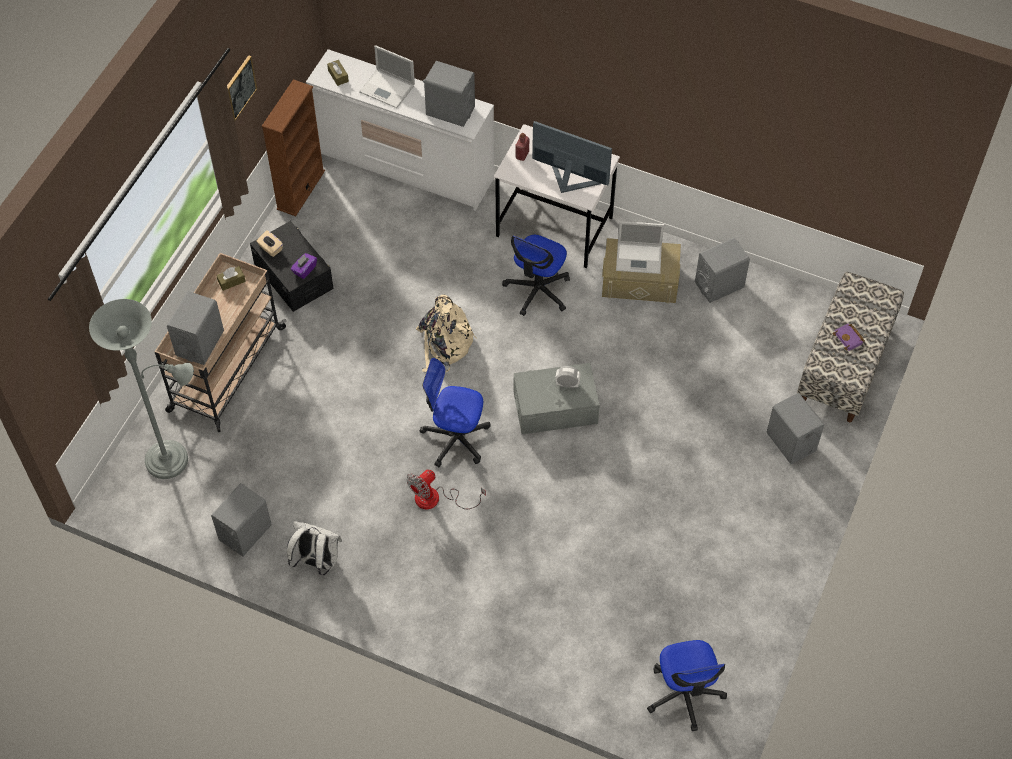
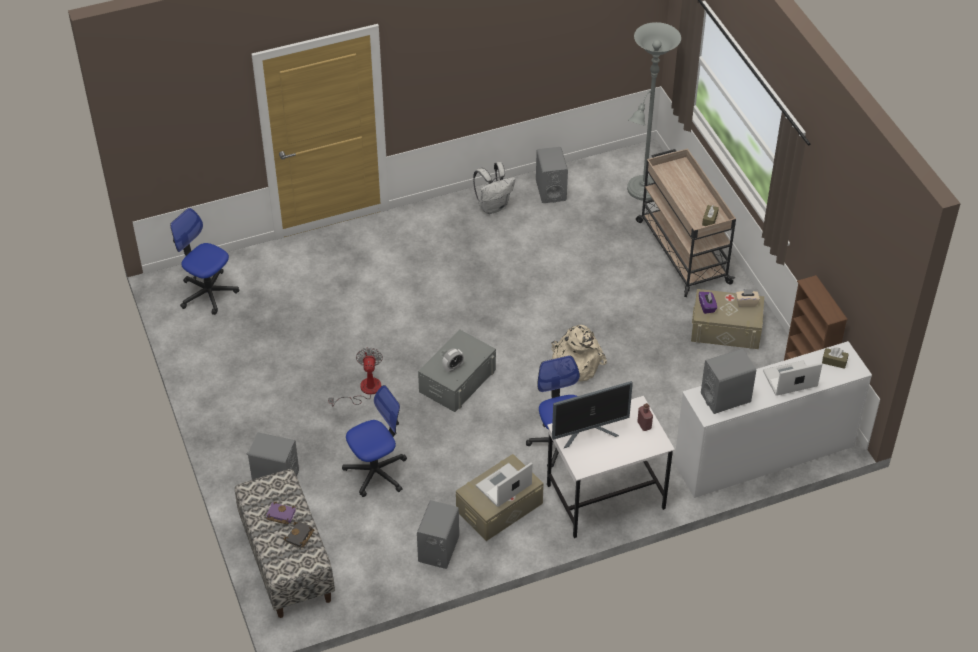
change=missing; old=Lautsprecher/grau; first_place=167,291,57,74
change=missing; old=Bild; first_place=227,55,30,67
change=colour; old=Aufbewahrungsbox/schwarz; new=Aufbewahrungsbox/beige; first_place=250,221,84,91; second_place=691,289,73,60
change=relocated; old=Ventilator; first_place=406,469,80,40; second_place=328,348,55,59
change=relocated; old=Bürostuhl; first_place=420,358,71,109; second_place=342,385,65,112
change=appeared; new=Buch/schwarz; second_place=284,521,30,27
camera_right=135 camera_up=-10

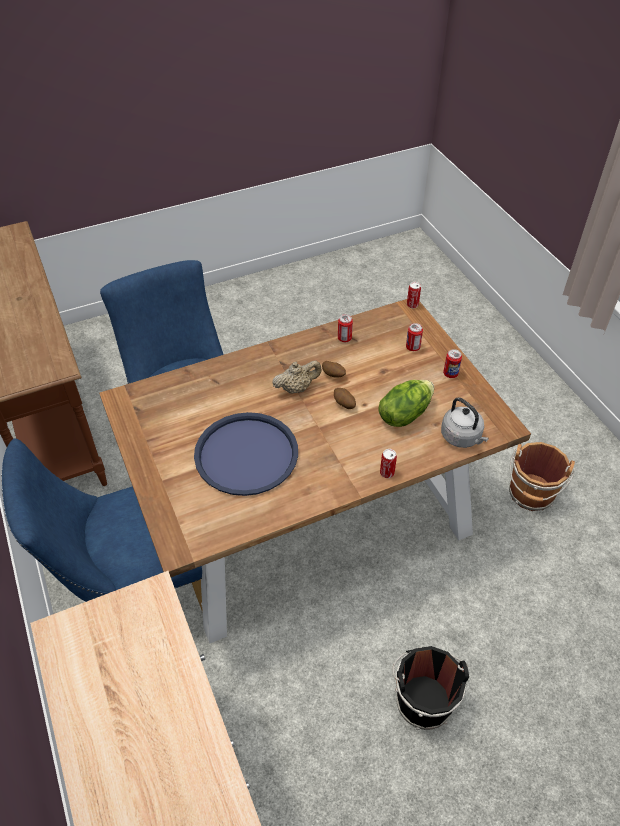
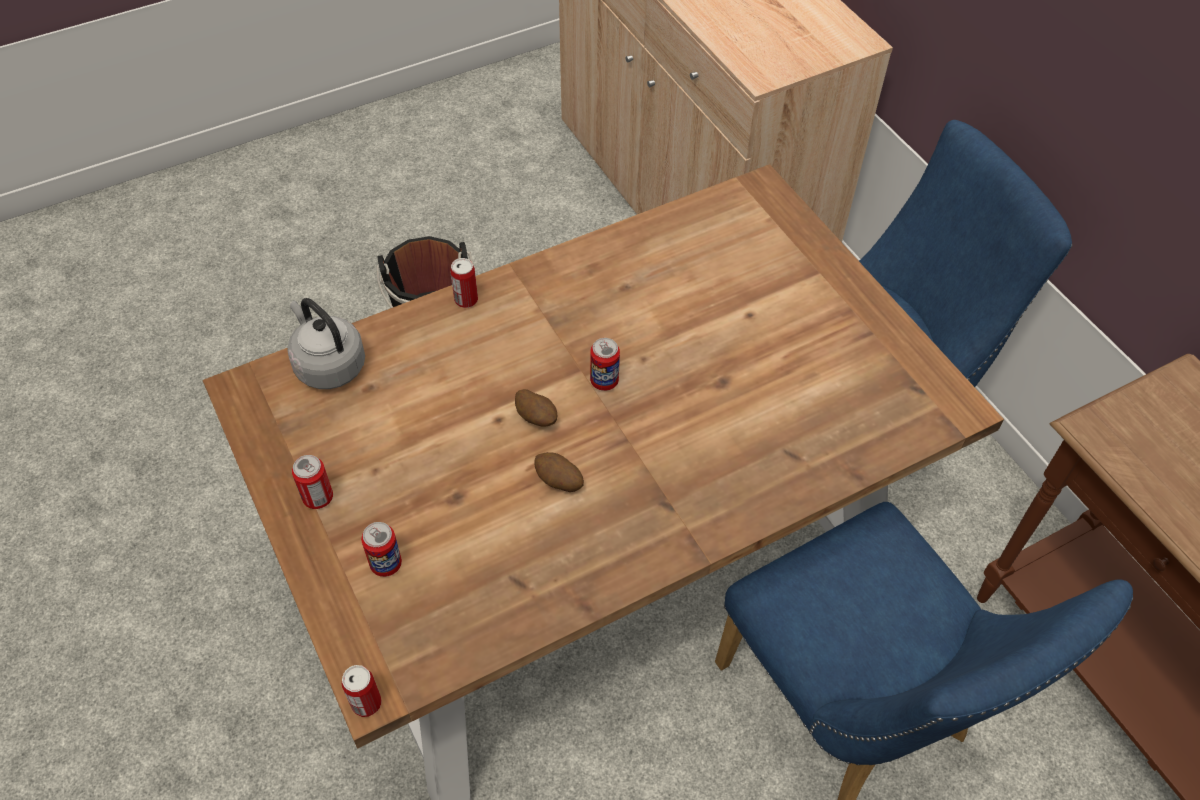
change=missing; old=Tablett/blau; first_place=194,412,104,84
change=missing; old=Teekanne/beige; first_place=272,361,49,33
change=relocated; old=Dose; first_place=338,314,15,28; second_place=590,338,30,53
change=missing; old=Salatkopf; first_place=378,380,56,47
change=missing; old=Eimer/braun; first_place=509,442,66,69
camera_right=175 camera_up=5

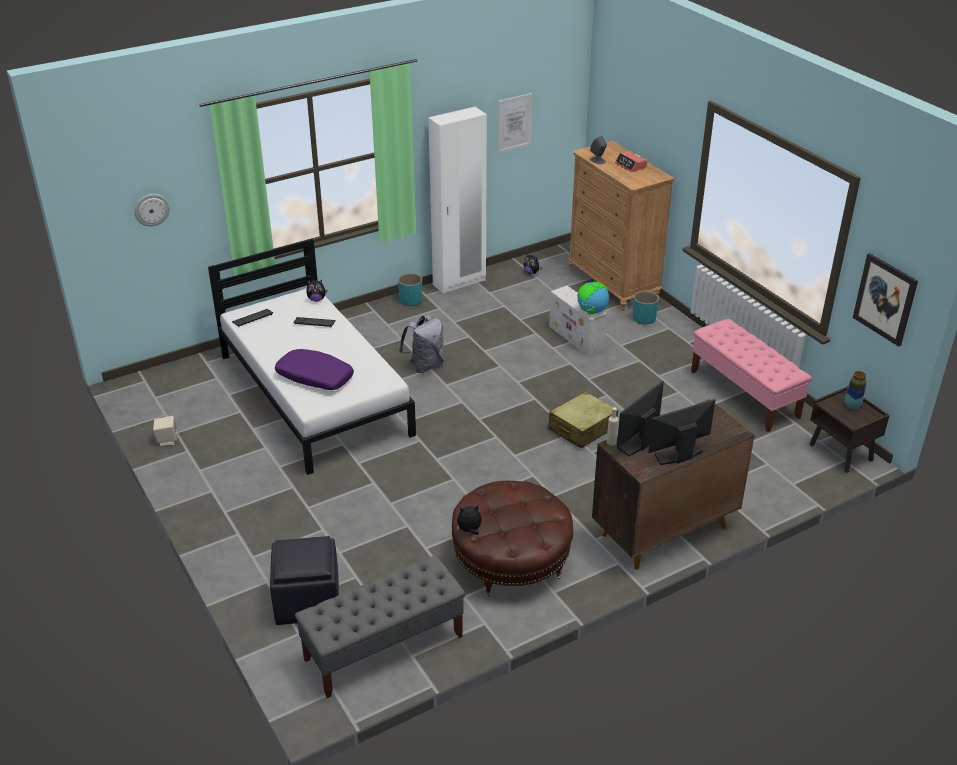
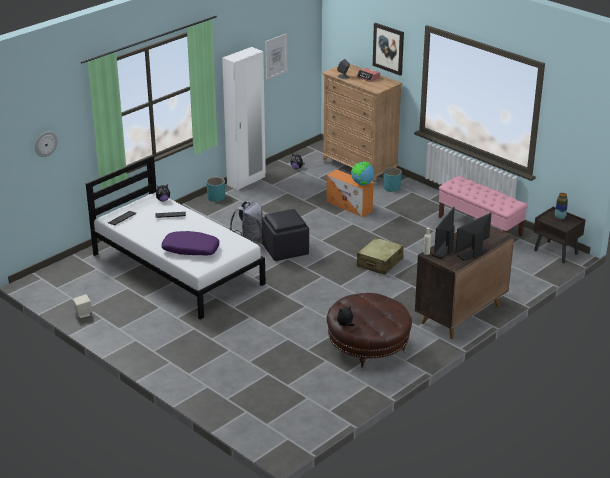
change=relocated; old=Polsterhocker/schwarz; first_place=270,536,69,89; second_place=262,209,47,52
change=missing; old=Bank/grau; first_place=295,556,170,142
change=colour; old=Aufbewahrungsbox/weiß; new=Aufbewahrungsbox/orange; first_place=549,286,58,70; second_place=327,169,47,48
change=relocated; old=Bild; first_place=853,253,65,94; second_place=373,23,31,53
camera_right=-15 camera_up=-5

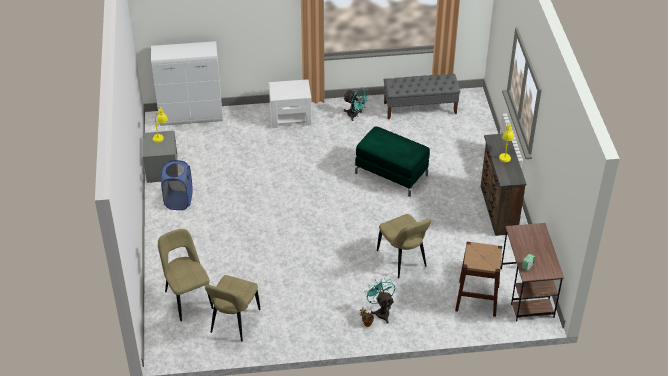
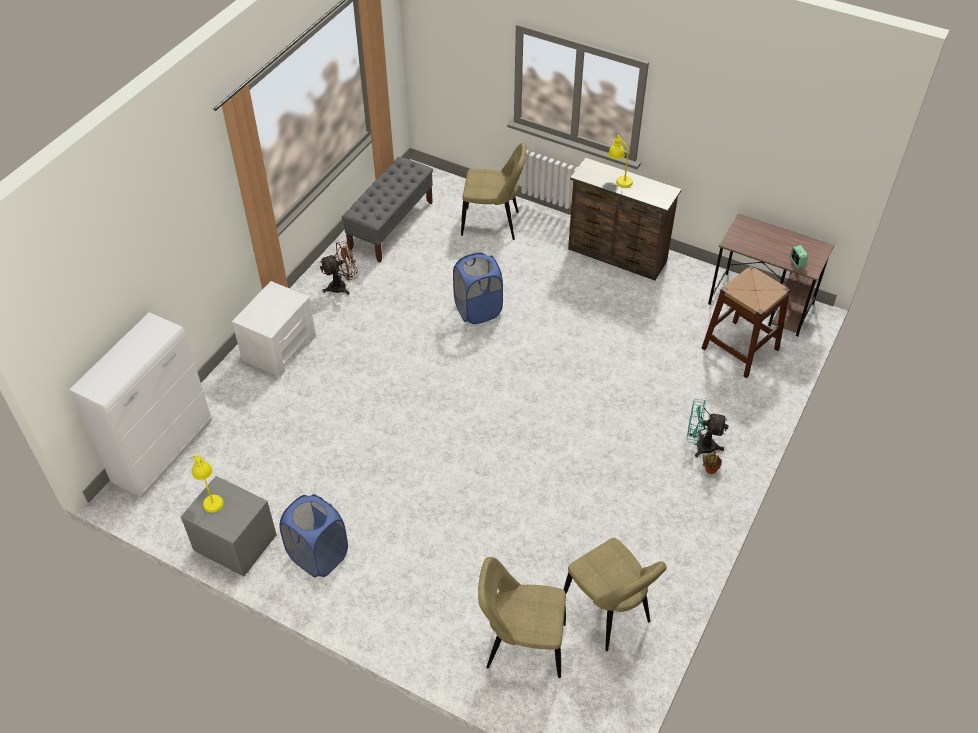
change=colour; old=Ventilator/türkis; new=Ventilator/braun; first_place=343,87,25,34; second_place=320,241,38,54
change=exchanged; old=Polsterhocker/grün; new=Wäschekorb/blau; first_place=355,126,75,71; second_place=453,253,50,71
change=relocated; old=Stuhl/beige; first_place=377,214,54,64; second_place=461,143,66,97
camera_right=-55 camera_up=5

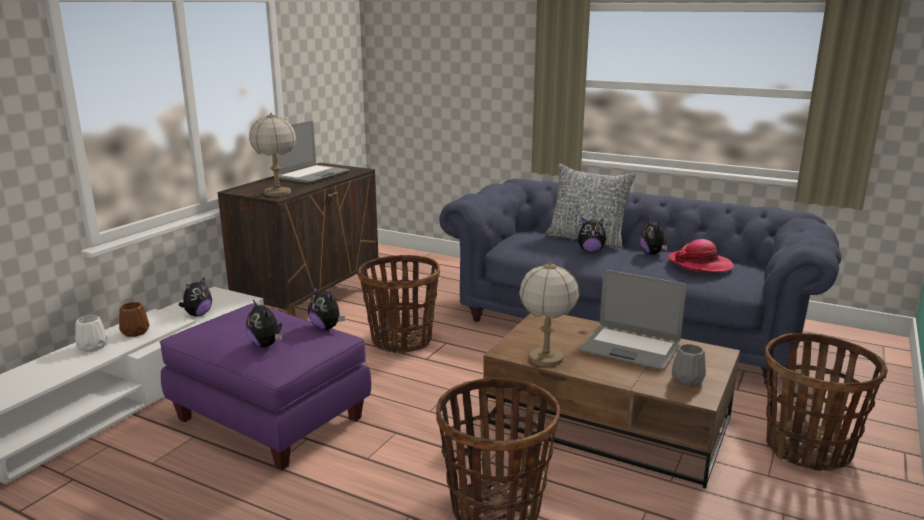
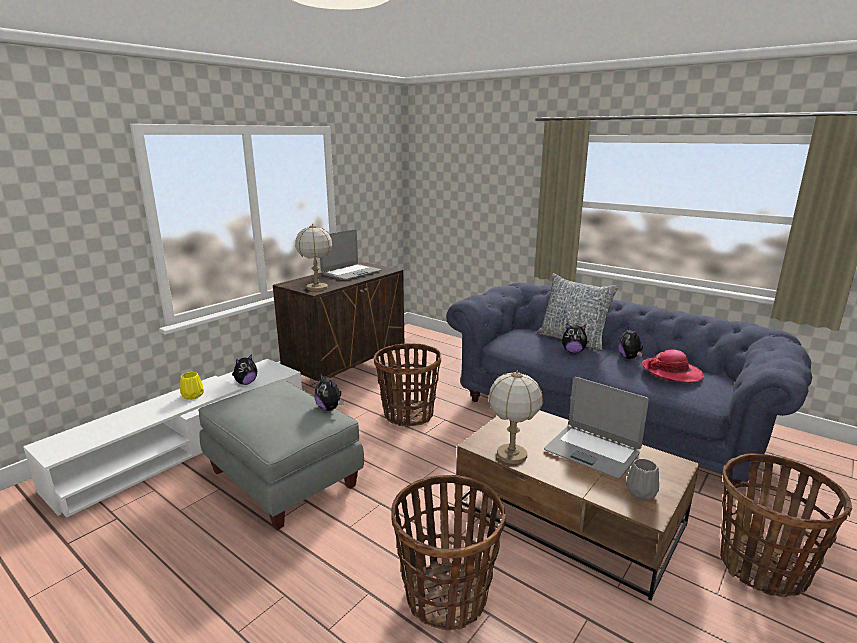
change=missing; old=Vase/weiß; first_place=75,315,32,37
change=colour; old=Vase/braun; new=Vase/gelb; first_place=119,302,30,35; second_place=180,372,24,28
change=colour; old=Polsterhocker/lila; new=Polsterhocker/grau; first_place=160,303,211,167; second_place=198,379,166,151
change=missing; old=Plüschtier; first_place=246,300,36,48
camera_right=10 camera_up=0

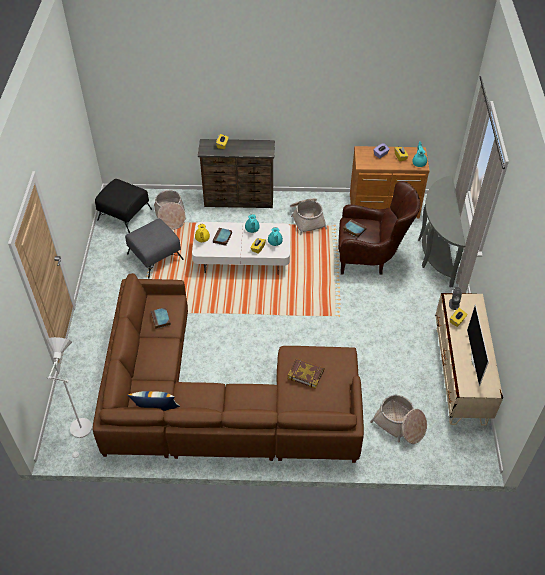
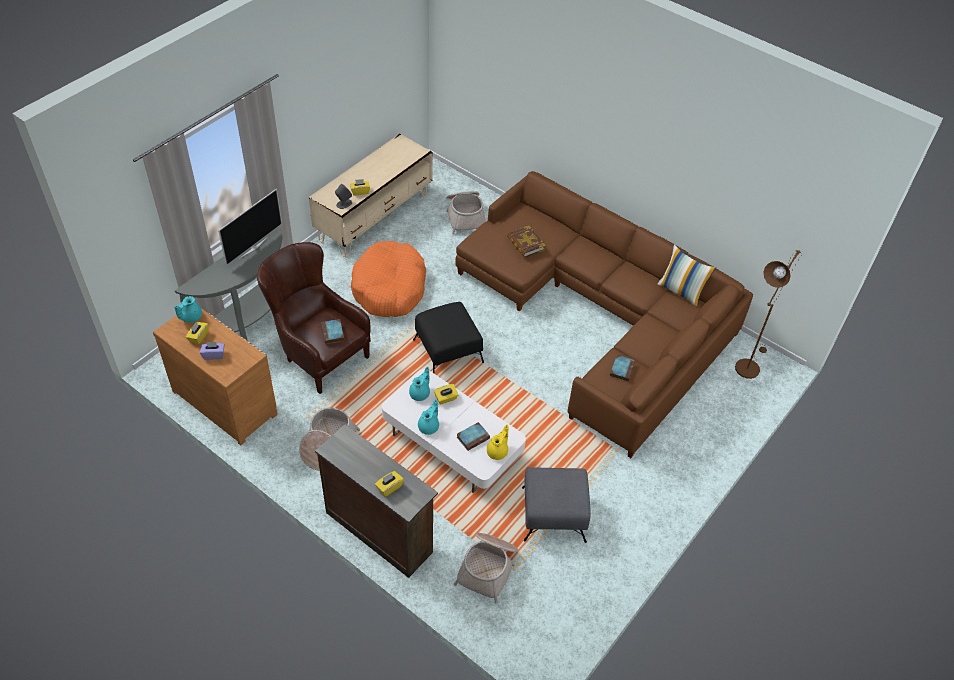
change=colour; old=Stehlampe/weiß; new=Stehlampe/braun; first_place=46,337,46,121; second_place=735,250,67,129
change=relocated; old=Polsterhocker/schwarz; first_place=95,179,57,54; second_place=413,302,71,72
change=relocated; old=Fernseher; first_place=467,304,22,82; second_place=218,189,64,77
change=appeared; new=Hundebett/orange; second_place=351,241,75,76
camera_right=-145 camera_up=0

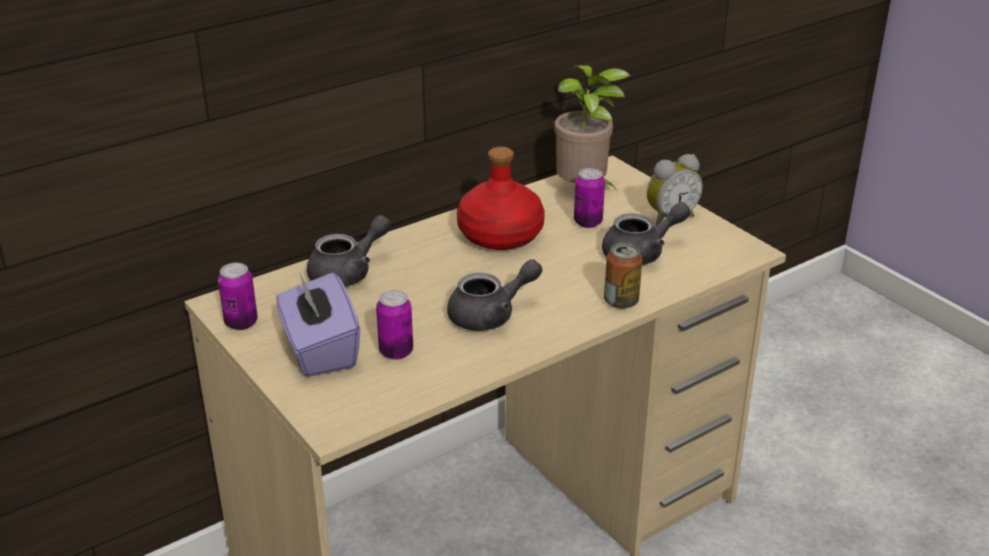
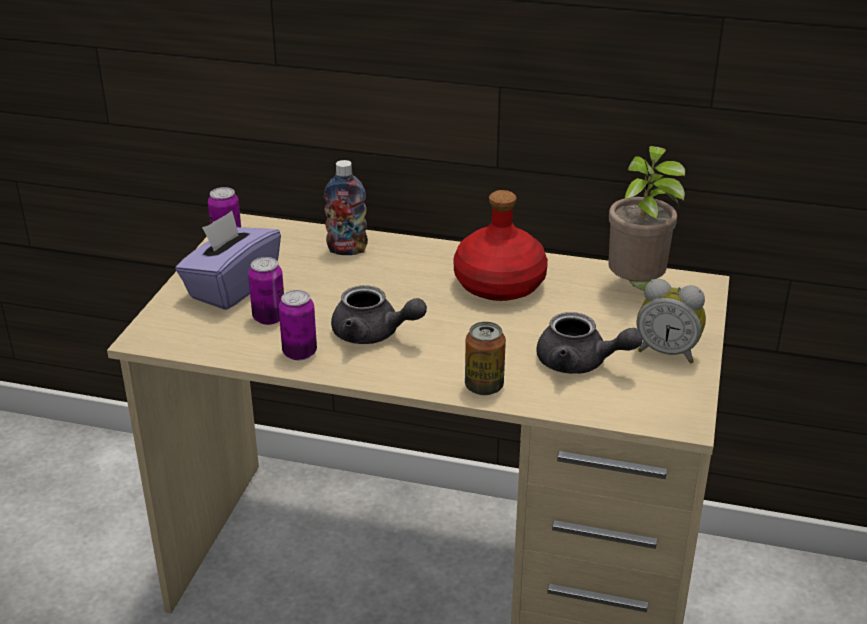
change=exchanged; old=Teekanne/grau; new=Flasche; first_place=307,215,84,72; second_place=324,160,44,95
change=relocated; old=Dose; first_place=574,168,31,60; second_place=279,290,38,70
camera_right=50 camera_up=0

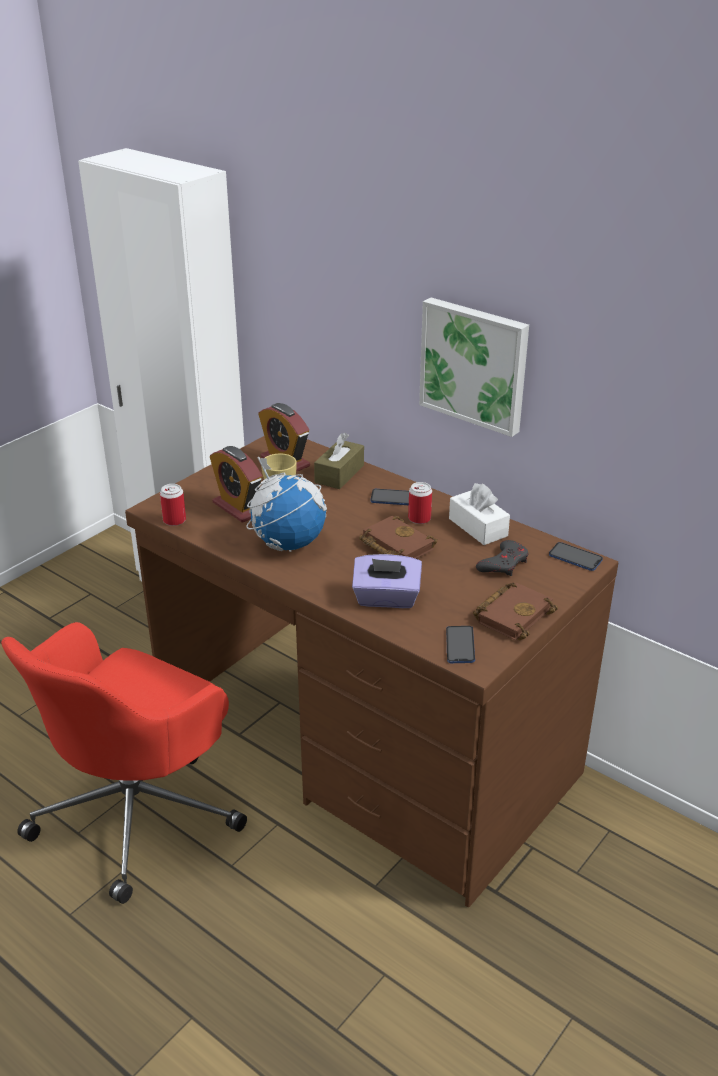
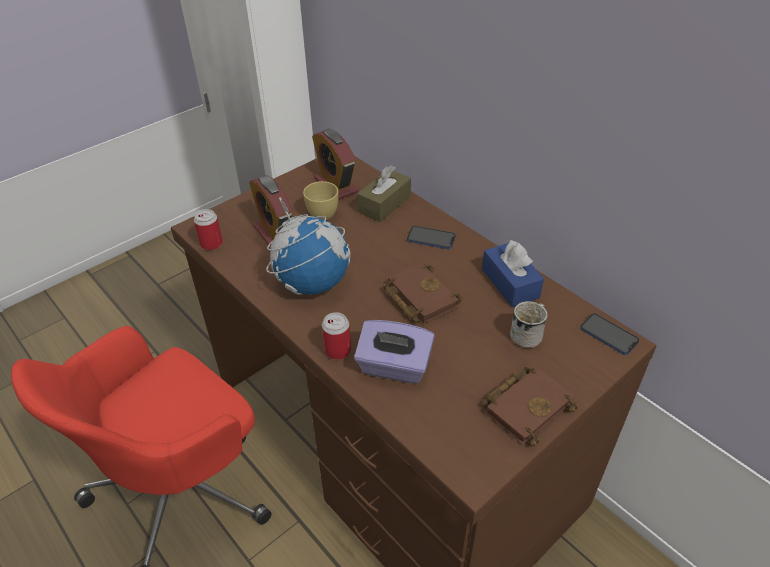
change=relocated; old=Dose; first_place=408,482,24,42; second_place=322,312,29,48
change=missing; old=Bild; first_place=419,298,110,139
change=missing; old=Handy; first_place=446,626,29,37
change=colour; old=Taschentuchbox/weiß; new=Taschentuchbox/blau; first_place=449,483,61,62; second_place=482,240,62,67
change=exchanged; old=Gamepad/grau; new=Henkelbecher/weiß; first_place=476,540,53,36; second_place=510,301,38,47
camera_right=10 camera_up=10

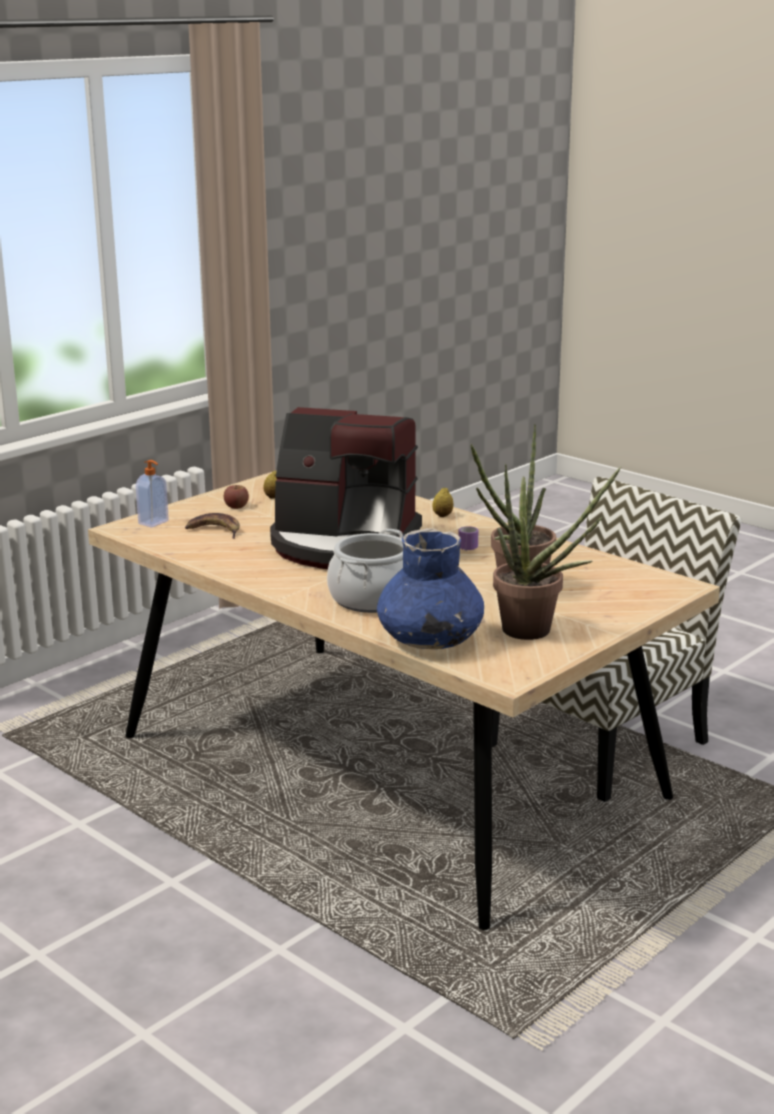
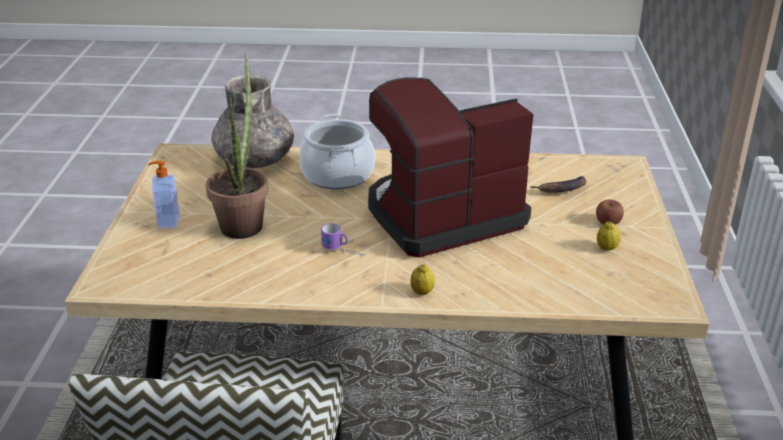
change=relocated; old=Seifenspender; first_place=136,460,33,68; second_place=148,161,32,68
change=colour; old=Vase/blau; new=Vase/grau; first_place=377,528,107,121; second_place=212,75,82,93
change=missing; old=Topfpflanze; first_place=493,464,128,176
camera_right=140 camera_up=10

